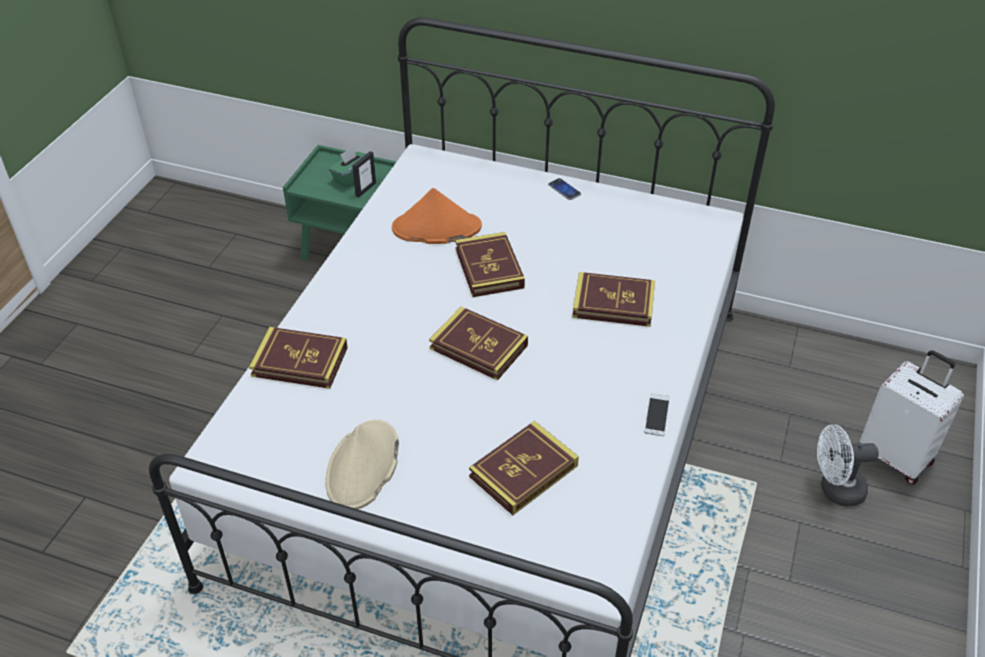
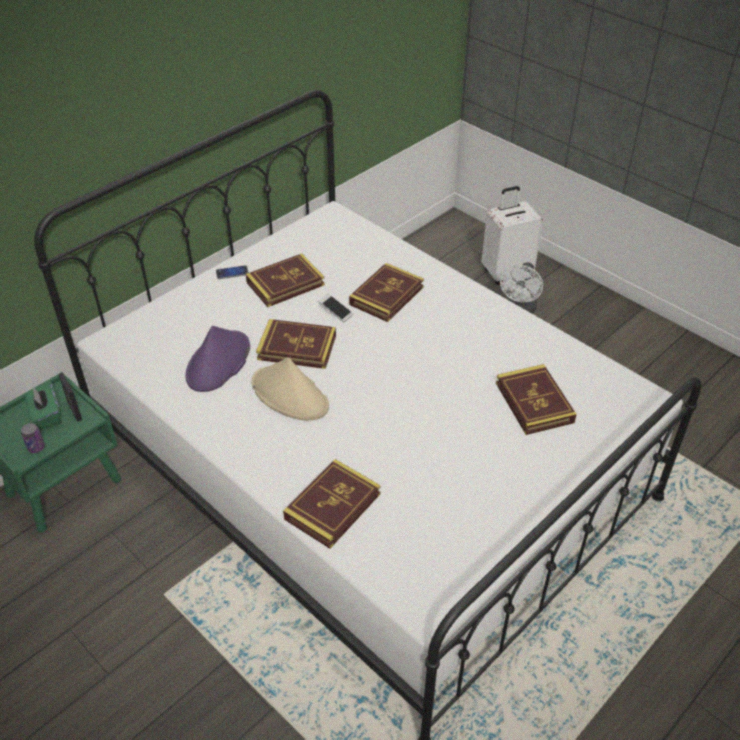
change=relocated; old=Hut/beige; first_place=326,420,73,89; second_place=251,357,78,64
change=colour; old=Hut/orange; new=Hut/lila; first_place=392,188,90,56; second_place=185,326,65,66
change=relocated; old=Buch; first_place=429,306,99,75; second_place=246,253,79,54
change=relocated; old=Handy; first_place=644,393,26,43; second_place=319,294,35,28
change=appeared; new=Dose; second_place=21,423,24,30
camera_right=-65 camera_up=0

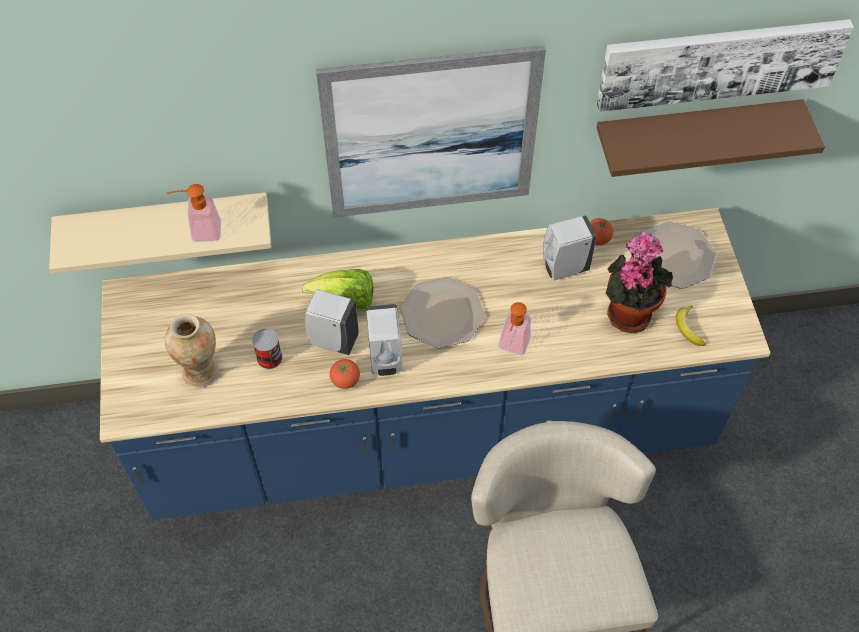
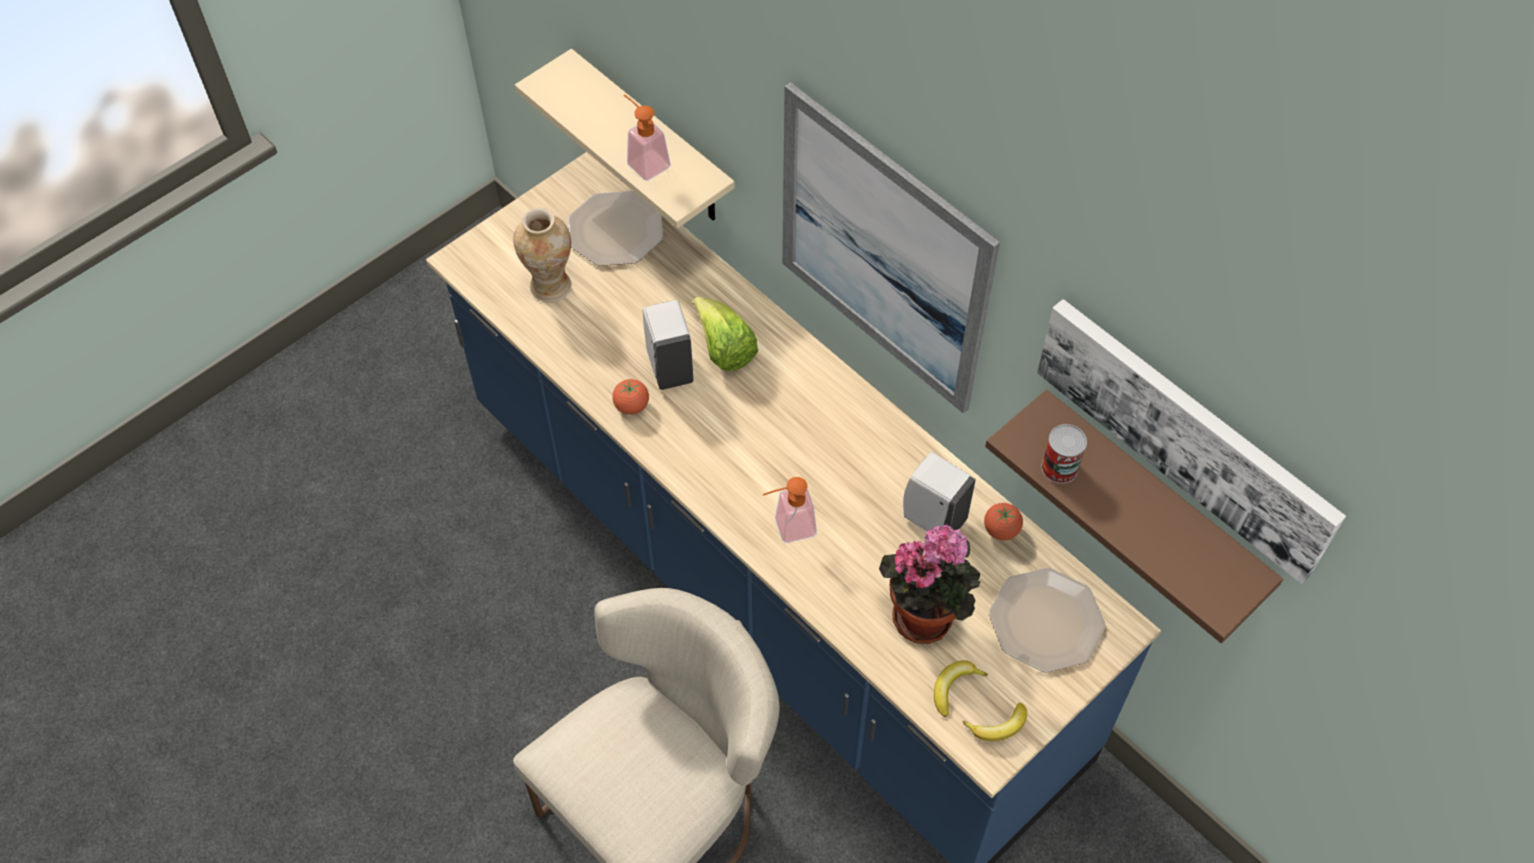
change=relocated; old=Dose; first_place=252,328,31,41; second_place=1041,424,46,60
change=missing; old=Seifenspender/weiß; first_place=366,304,36,72
change=relocated; old=Teller; first_place=400,277,85,71; second_place=568,191,95,75
change=appeared; new=Banane; second_place=962,703,65,38
camera_right=55 camera_up=0

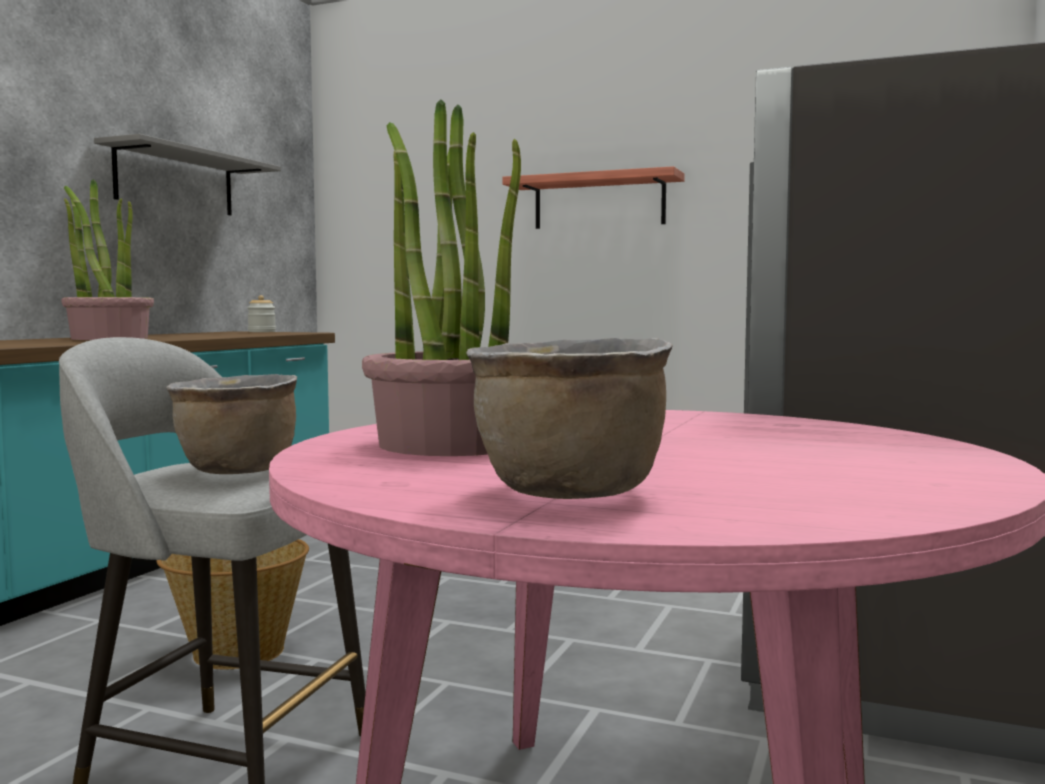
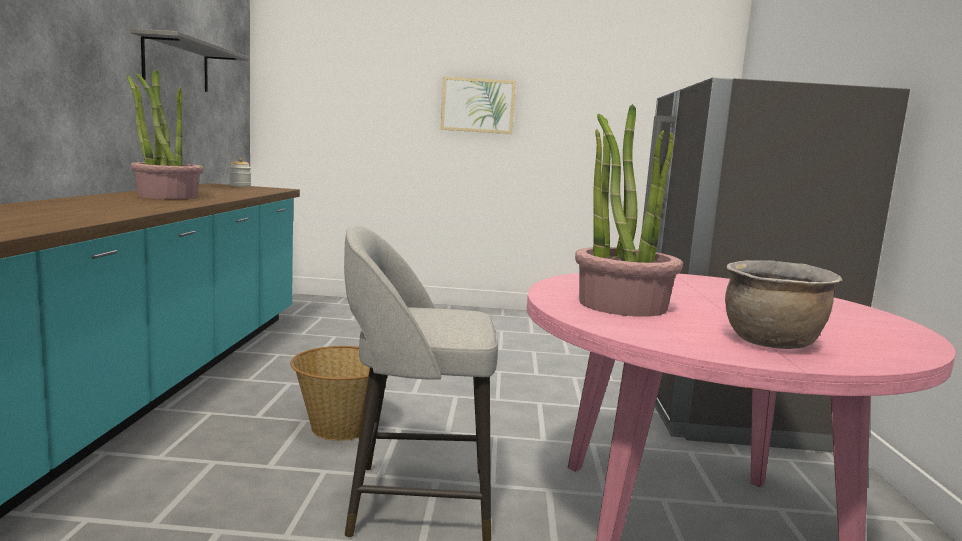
change=missing; old=Kochtopf/braun; first_place=166,374,131,100
change=exchanged; old=Wandregal; new=Bild; first_place=502,166,183,63; second_place=441,76,75,58
camera_right=-20 camera_up=5

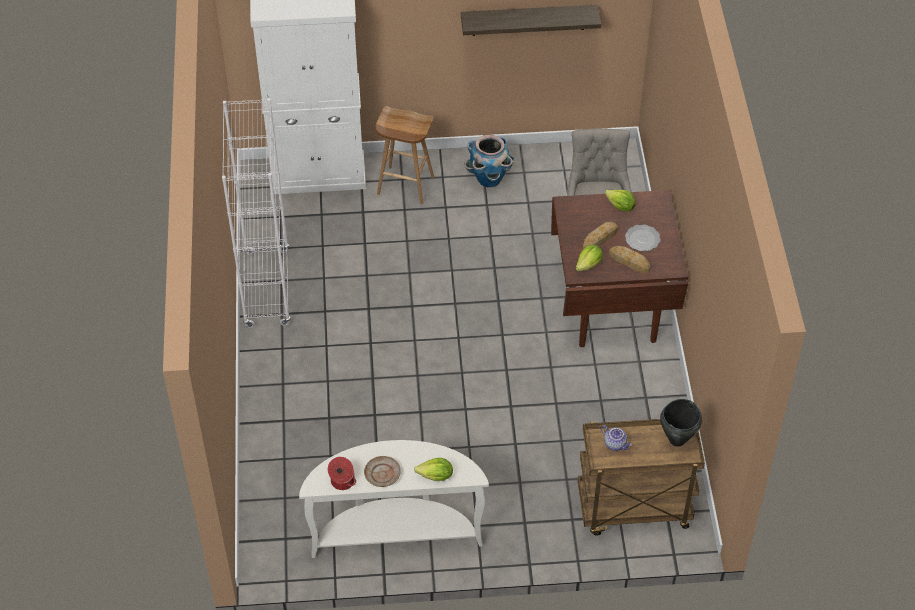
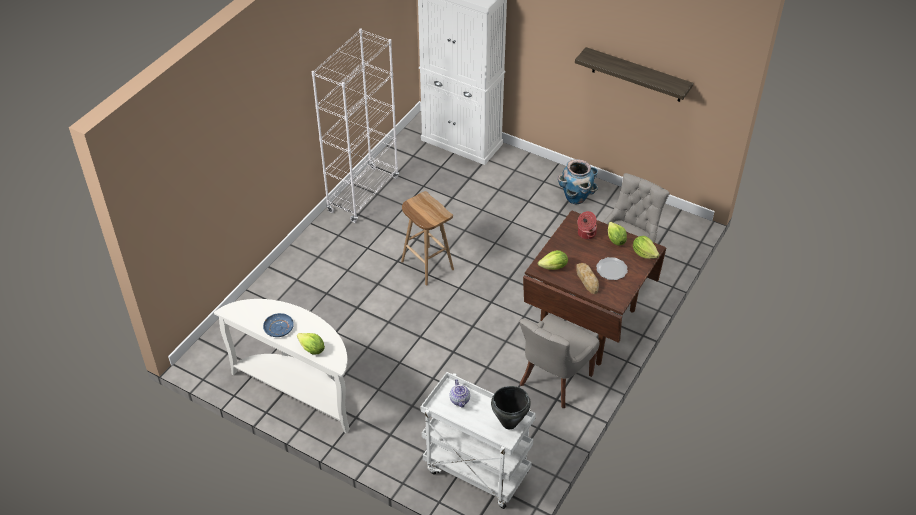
change=relocated; old=Kochtopf; first_place=328,457,28,33; second_place=578,211,19,28
change=colour; old=Teller/beige; new=Teller/blau; first_place=364,456,37,31; second_place=263,313,31,24
change=relocated; old=Hocker/braun; first_place=375,106,59,99; second_place=401,191,53,94
change=colour; old=Rollwagen/braun; new=Rollwagen/weiß; first_place=577,419,128,117; second_place=421,372,115,137
change=missing; old=Brot; first_place=583,222,35,27
change=appeared; new=Stuhl/grau; second_place=519,315,81,93
change=appeared; new=Salatkopf; second_place=633,236,27,23
camera_right=35 camera_up=-5

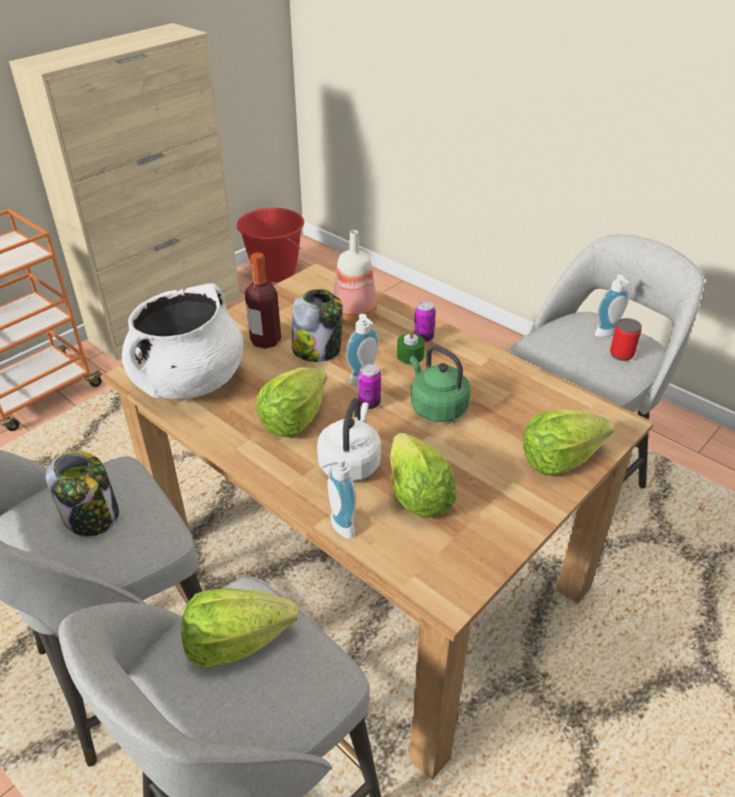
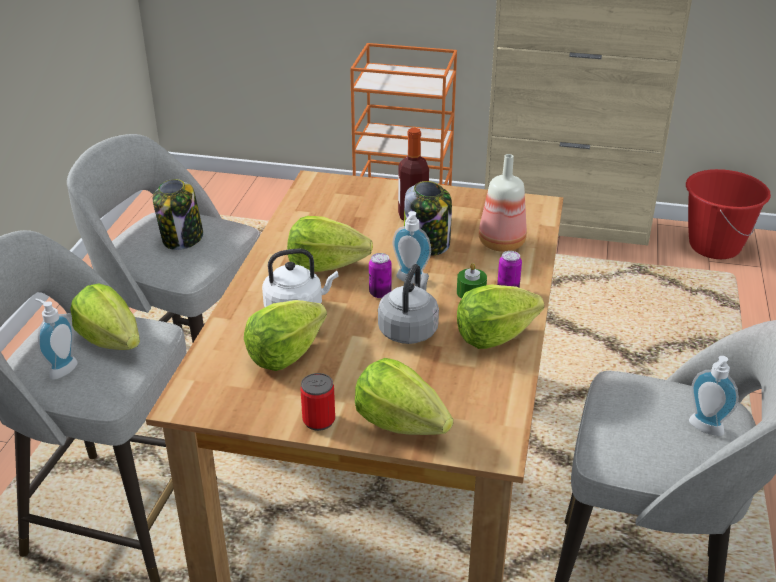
change=missing; old=Kochtopf/weiß; first_place=122,283,122,116
change=relocated; old=Seifenspender; first_place=321,455,35,84; second_place=35,299,42,81
change=colour; old=Wasserkessel/grün; new=Wasserkessel/grau; first_place=410,345,60,77; second_place=378,264,61,80
change=relocated; old=Dose; first_place=610,318,32,43; second_place=301,373,34,58
change=appeared; new=Salatkopf; second_place=457,284,87,65
camera_right=60 camera_up=-5

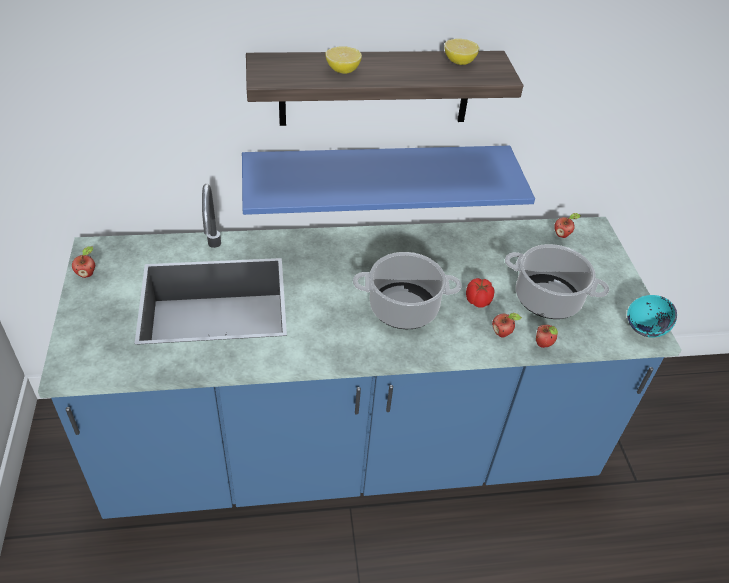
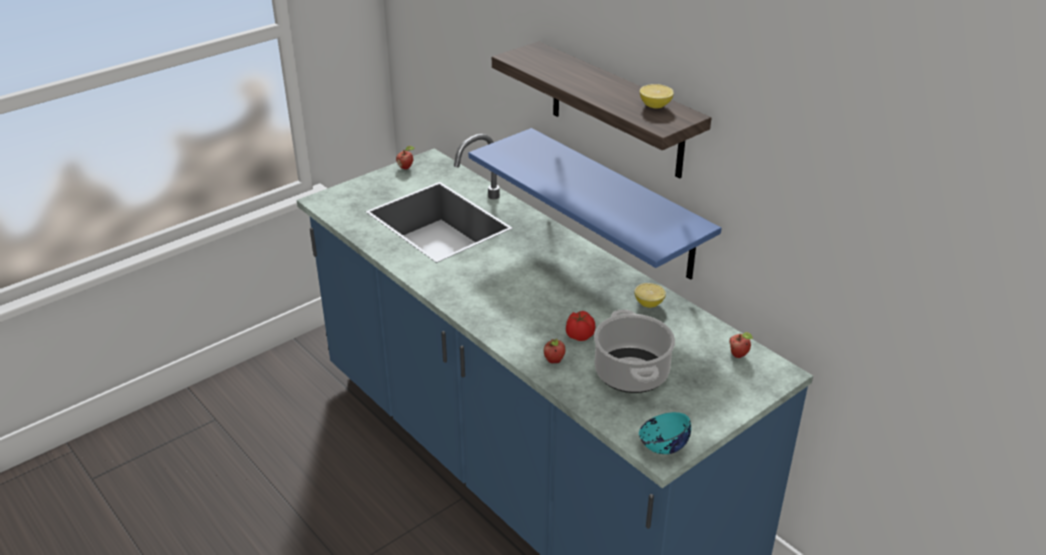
change=relocated; old=Zitrone; first_place=325,46,37,28; second_place=634,283,32,25
change=missing; old=Kochtopf; first_place=353,252,109,77
change=missing; old=Apfel; first_place=536,325,22,23
camera_right=60 camera_up=-10

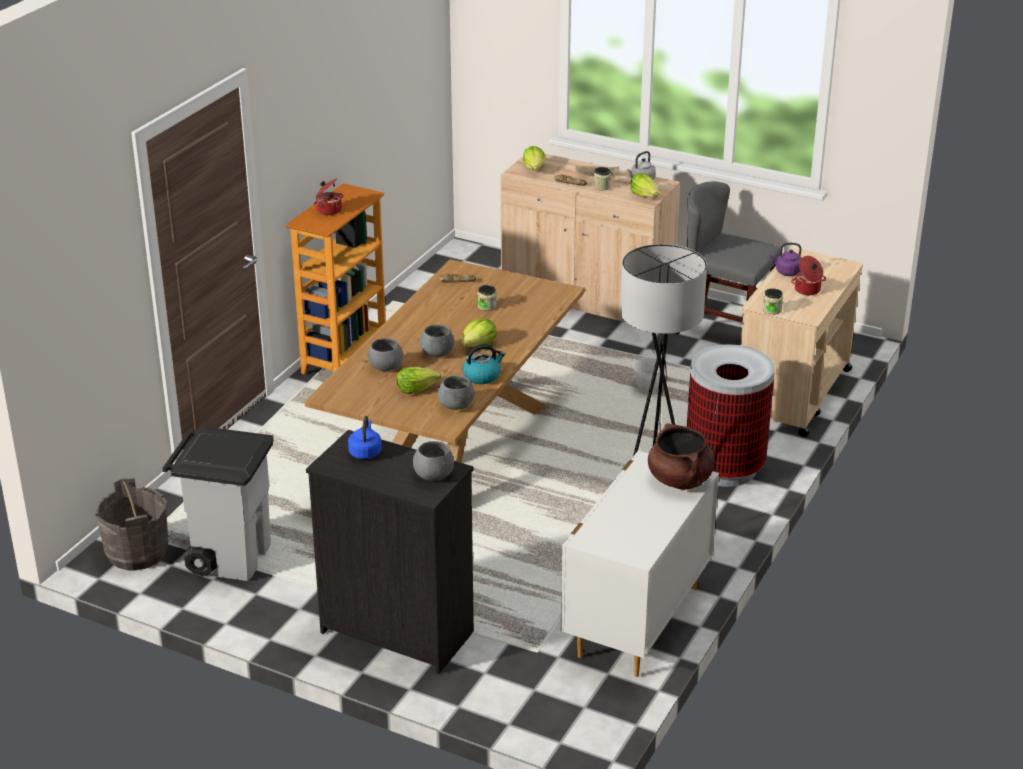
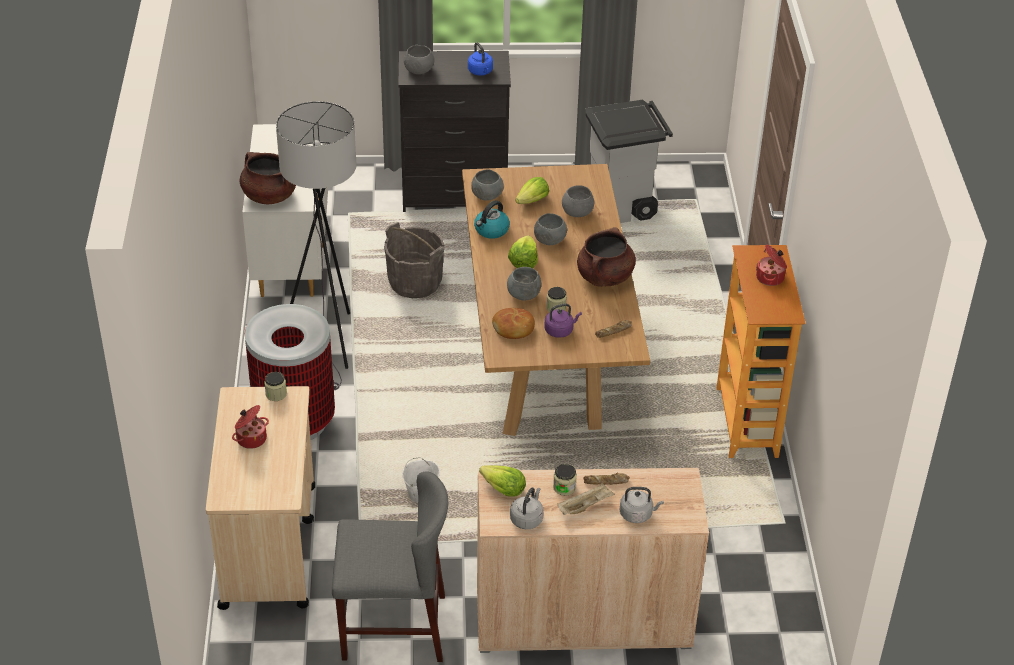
change=relocated; old=Eimer/grau; first_place=95,478,73,93; second_place=384,222,61,76
change=missing; old=Salatkopf; first_place=523,146,22,24
change=relocated; old=Wasserkessel/lila; first_place=769,243,32,33; second_place=544,303,38,35
change=appeared; new=Brot; second_place=492,308,43,31
change=appeared; new=Schüssel/grau; second_place=507,267,34,33
change=appeared; new=Kochtopf/braun; second_place=577,227,59,60
change=appeared; new=Wasserkessel/grau; second_place=620,487,44,36
camera_right=150 camera_up=10

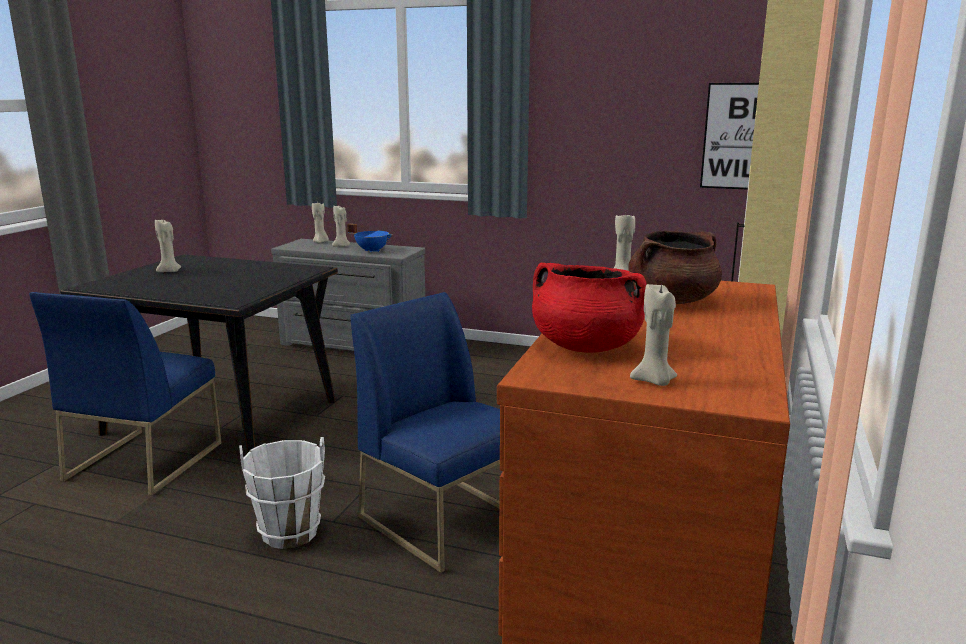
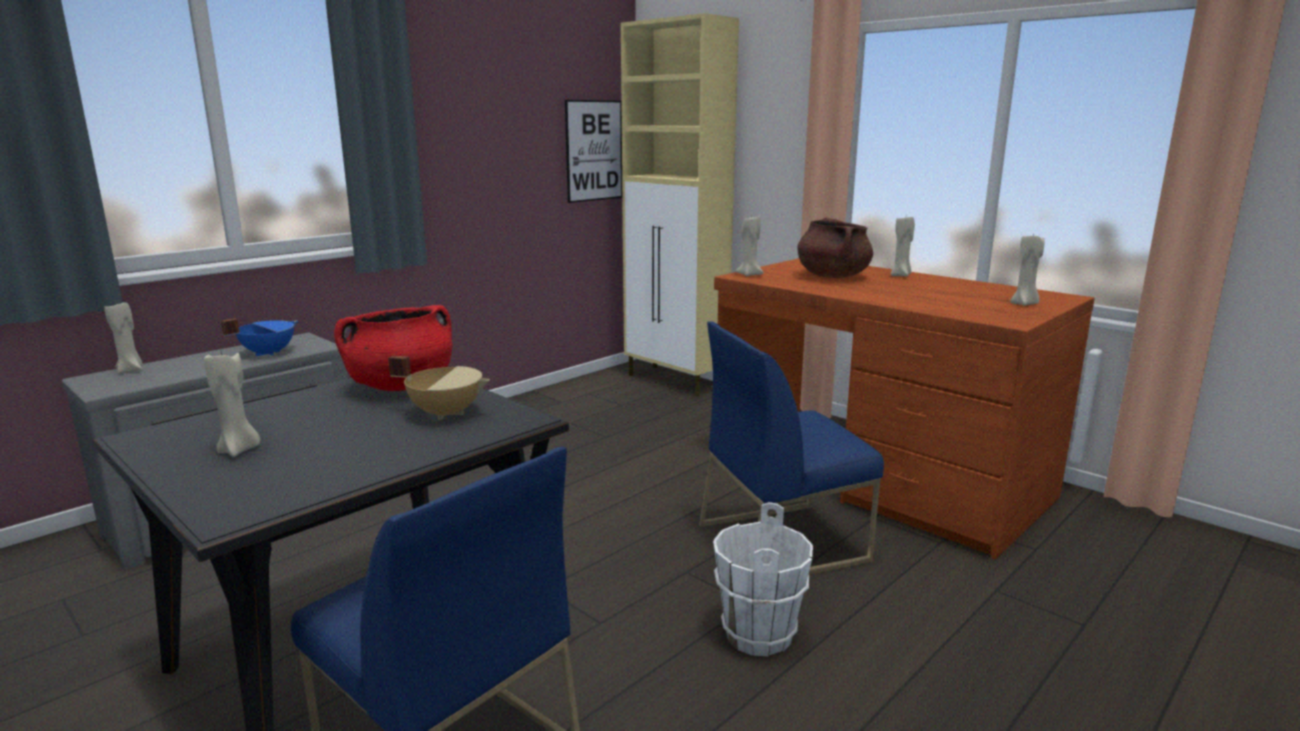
change=relocated; old=Kerze/beige; first_place=332,205,18,42; second_place=891,217,24,60
change=relocated; old=Kochtopf/rot; first_place=532,263,115,90; second_place=334,305,118,86
change=appeared; new=Kochtopf/beige; second_place=388,356,102,64
camera_right=-65 camera_up=0

